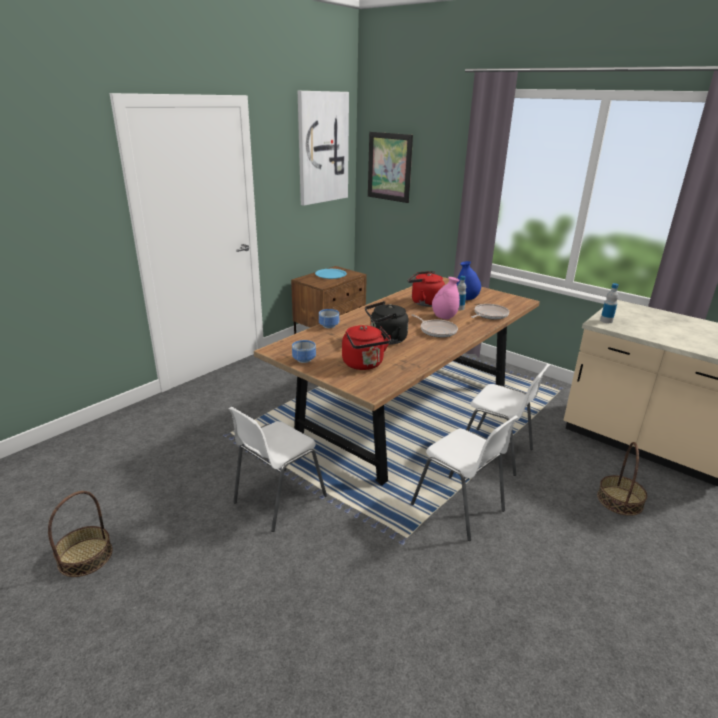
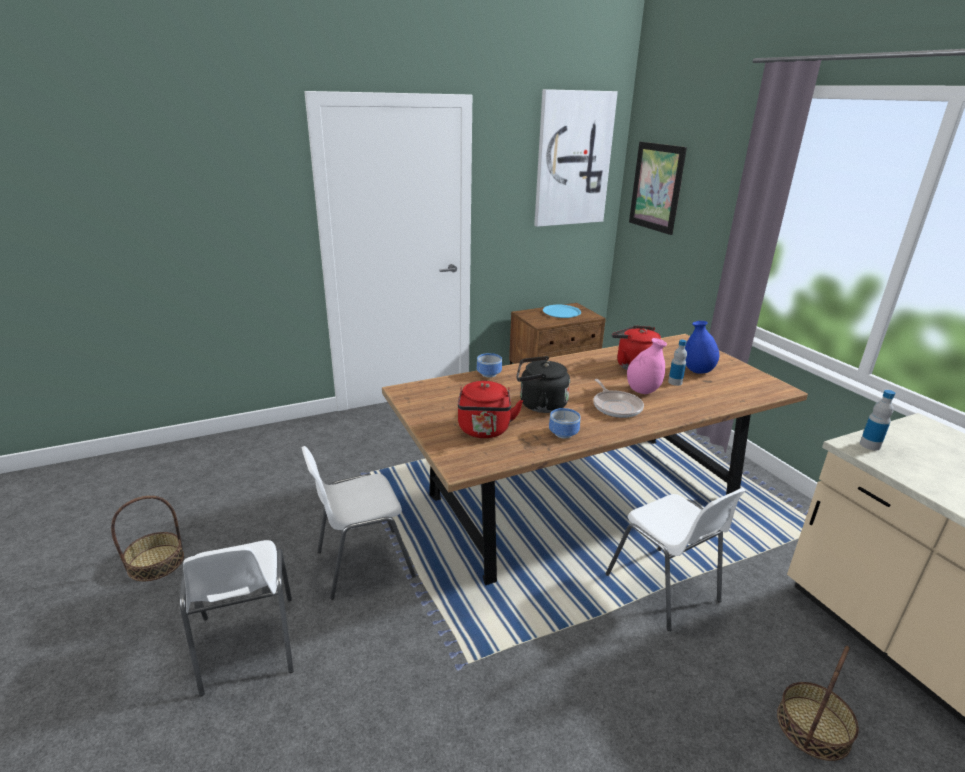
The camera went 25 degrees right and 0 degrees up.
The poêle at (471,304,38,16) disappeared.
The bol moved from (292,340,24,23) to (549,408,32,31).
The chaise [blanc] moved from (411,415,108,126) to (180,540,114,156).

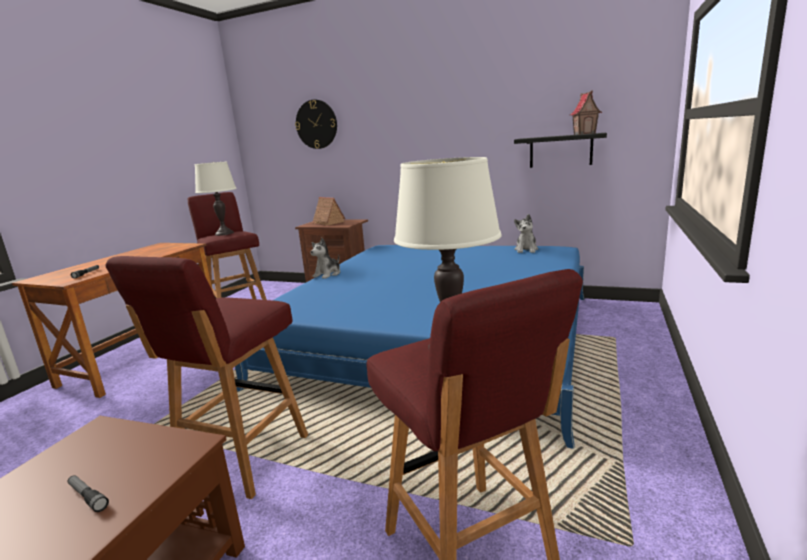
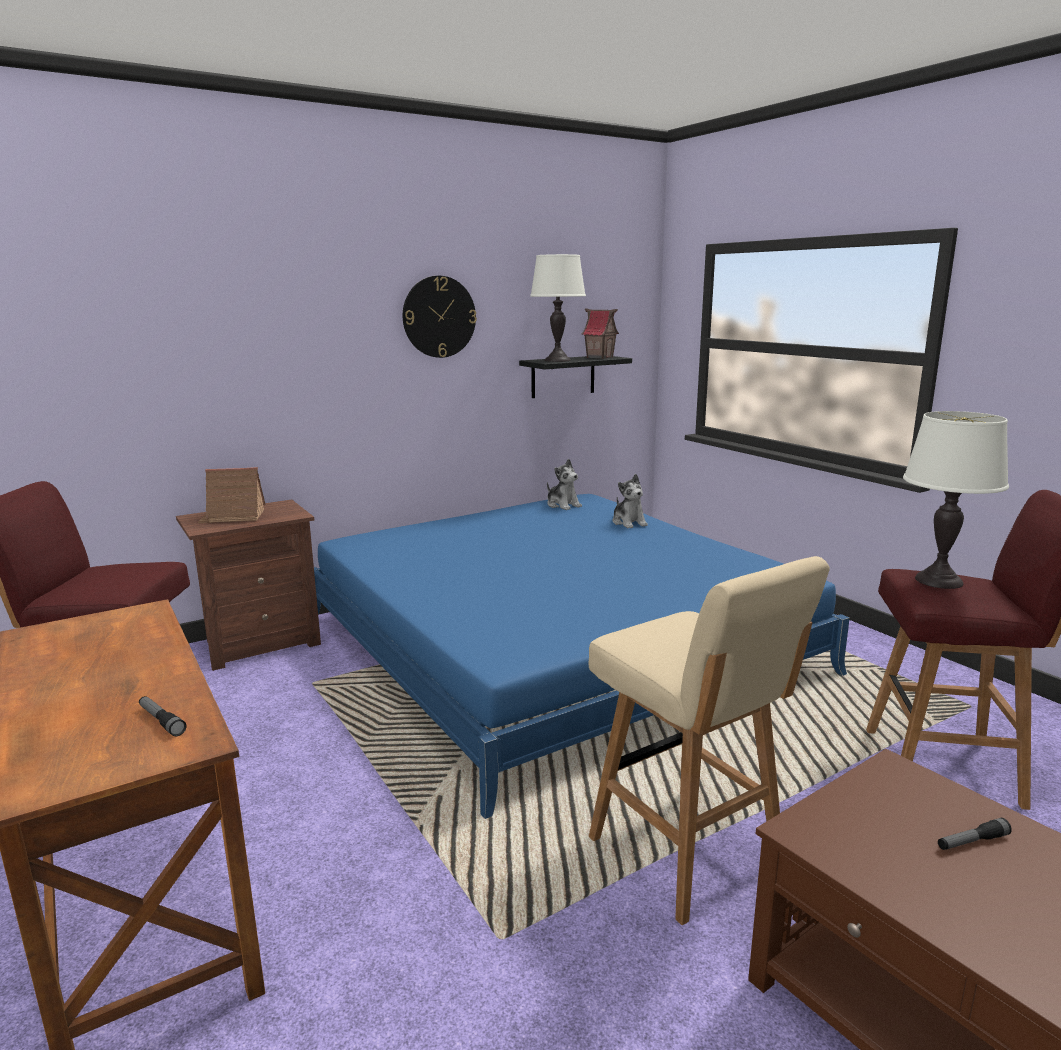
The camera went 55 degrees left and 0 degrees up.
The lampe de table [blanc] moved from (195,162,42,74) to (530,254,56,108).
The horloge murale moved from (295,100,42,49) to (403,276,74,82).
The peluche moved from (310,238,30,41) to (612,474,36,55).
The tabouret [rouge] at (105,256,203,243) became the tabouret [beige] at (589,556,241,369).

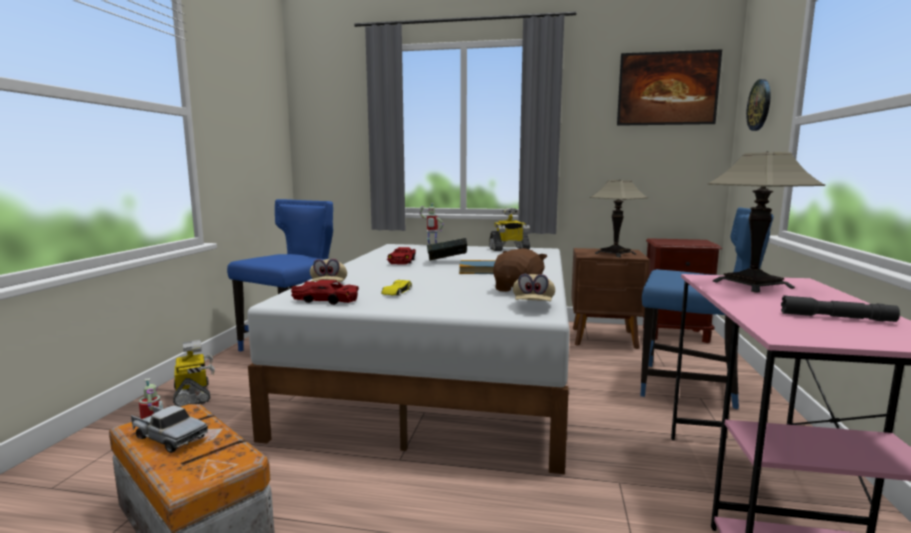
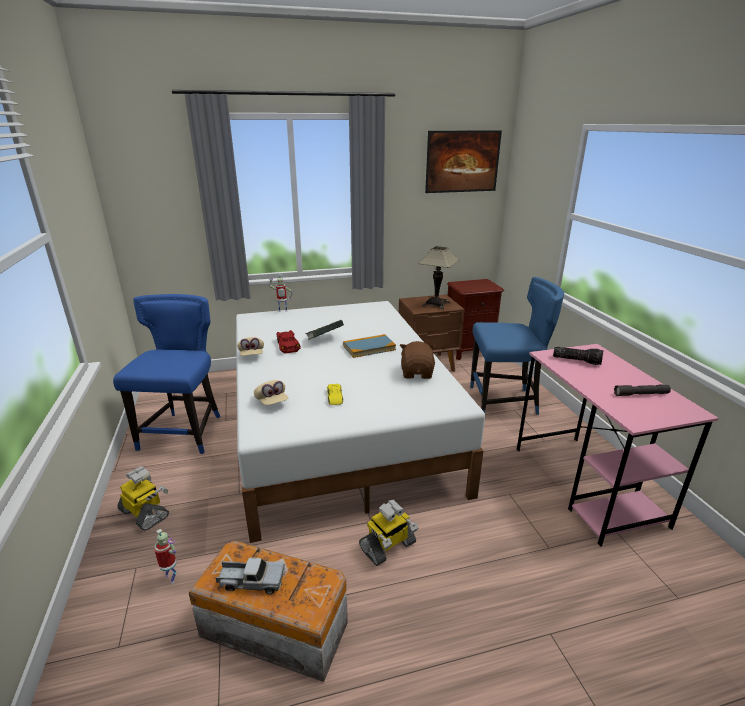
The camera went 25 degrees left and 15 degrees up.
The petite voiture [rouge] at (291,280,68,25) disappeared.
The horloge murale at (746,79,24,52) disappeared.
The robot jouet moved from (489,208,41,43) to (359,500,60,66).
The casquette [beige] moved from (513,274,42,27) to (237,337,27,19).
The lampe de table at (708,151,117,142) was replaced by the lampe de poche at (553,347,51,18).

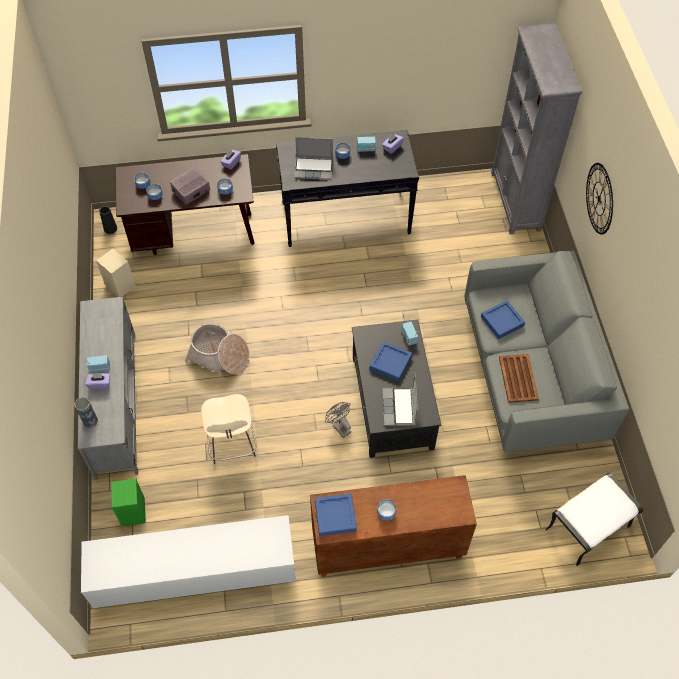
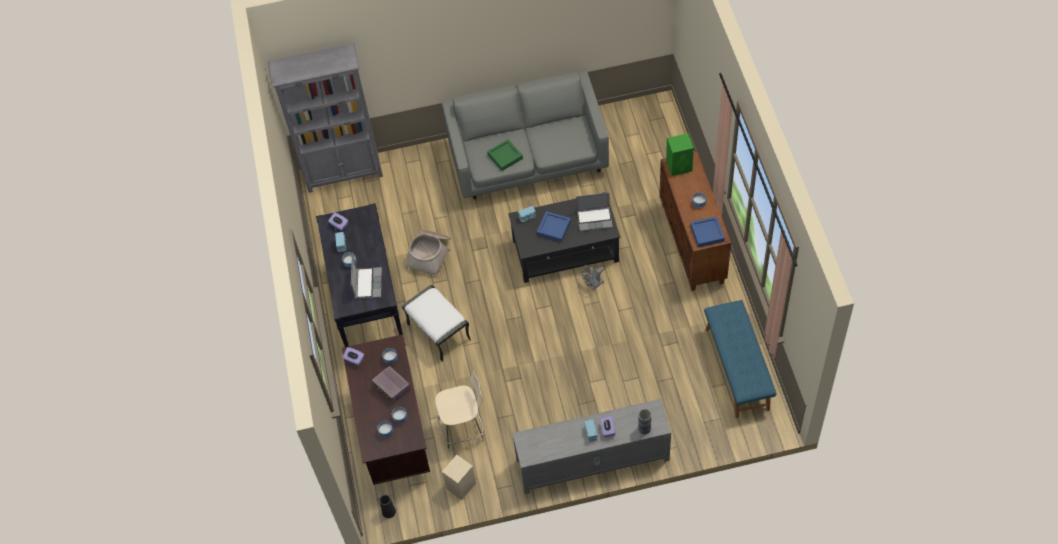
The camera went 90 degrees left and 0 degrees up.
The plateau [marron] at (499,354,40,49) disappeared.
The horloge murale at (586,163,27,72) disappeared.
The enceinte [vert] moved from (111,479,35,47) to (666,133,28,43).
The panier moved from (185,323,64,53) to (405,230,46,48).
The chaise [beige] moved from (201,394,56,73) to (435,371,49,80).
The pouf [blanc] moved from (546,473,97,93) to (402,285,69,77).
The meuble télé [blanc] at (81,515,215,93) was replaced by the banc [bleu] at (704,300,72,118).
The plateau [bleu] at (481,300,44,39) became the plateau [vert] at (487,139,36,32).

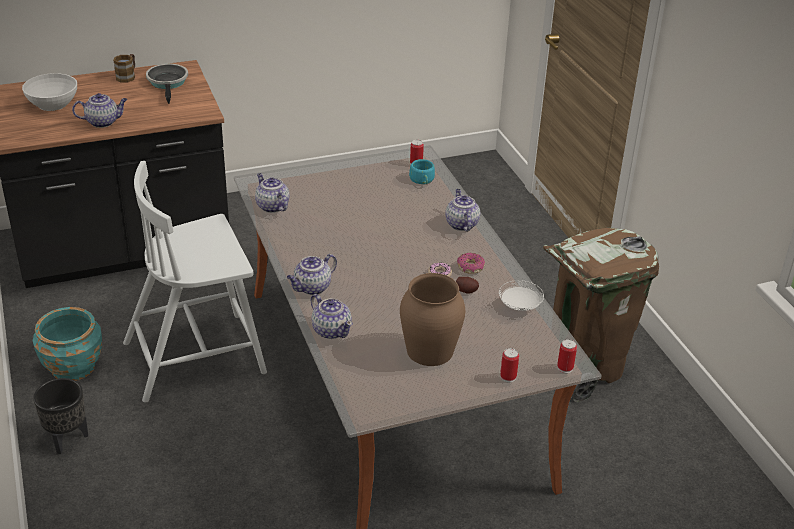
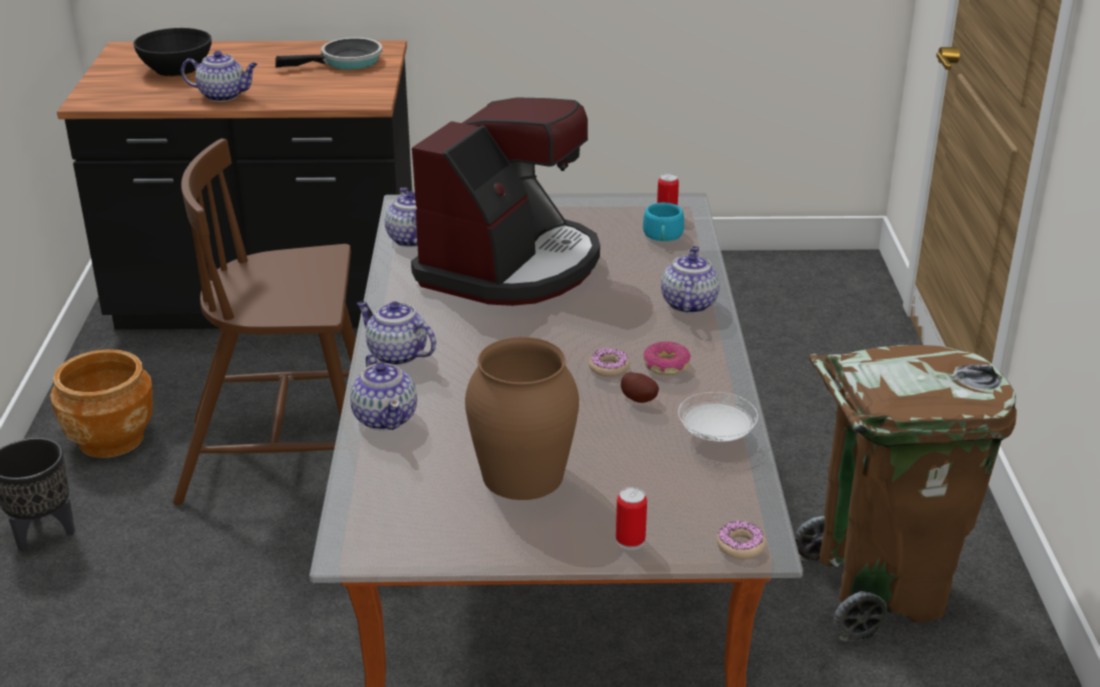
The camera went 20 degrees right and 5 degrees down.
The mug at (113,54,22,29) disappeared.
The machine à café at (411,97,189,209) appeared.
The boîte métallique at (557,339,20,34) was replaced by the beignet at (717,521,49,38).
The bol [blanc] at (22,73,55,38) became the bol [noir] at (133,28,79,48).
The cache-pot [turquoise] at (33,307,69,74) became the cache-pot [marron] at (50,349,103,109).
The chaise [blanc] at (123,161,144,242) became the chaise [marron] at (173,139,183,366).
The poêle at (146,64,42,40) turned 60 degrees clockwise.
The théière at (287,254,50,41) turned 60 degrees clockwise.

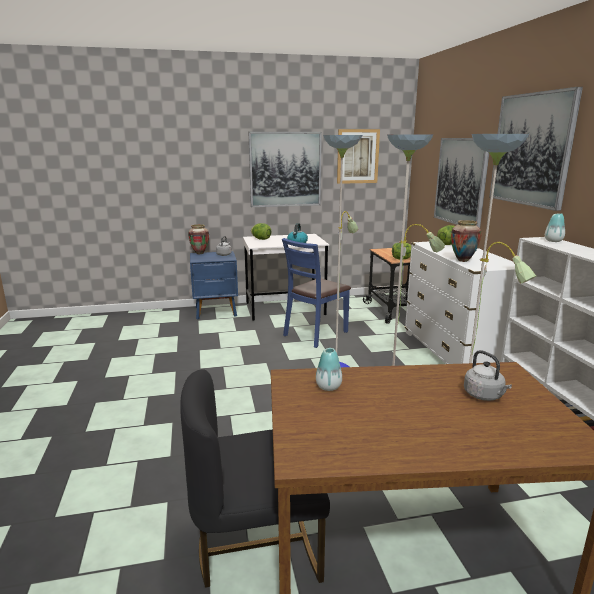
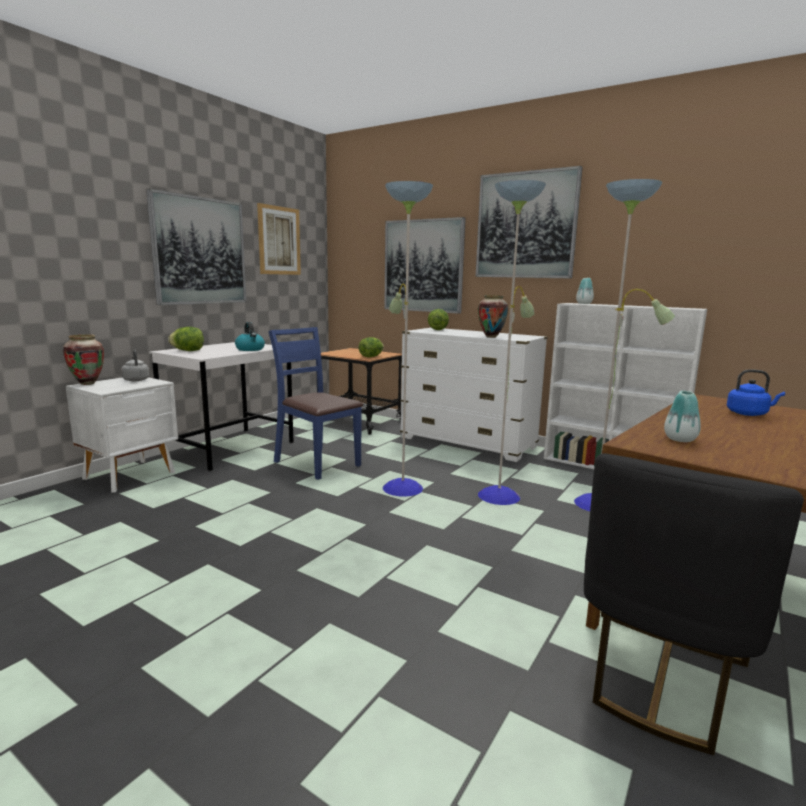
The camera went 45 degrees left and 5 degrees down.
The table de chevet [bleu] at (190,251,48,68) became the table de chevet [blanc] at (66,377,112,116).
The bouilloire [gris] at (464,350,48,51) became the bouilloire [bleu] at (727,369,58,47).
The chaise [bleu] at (282,238,69,110) turned 135 degrees clockwise.

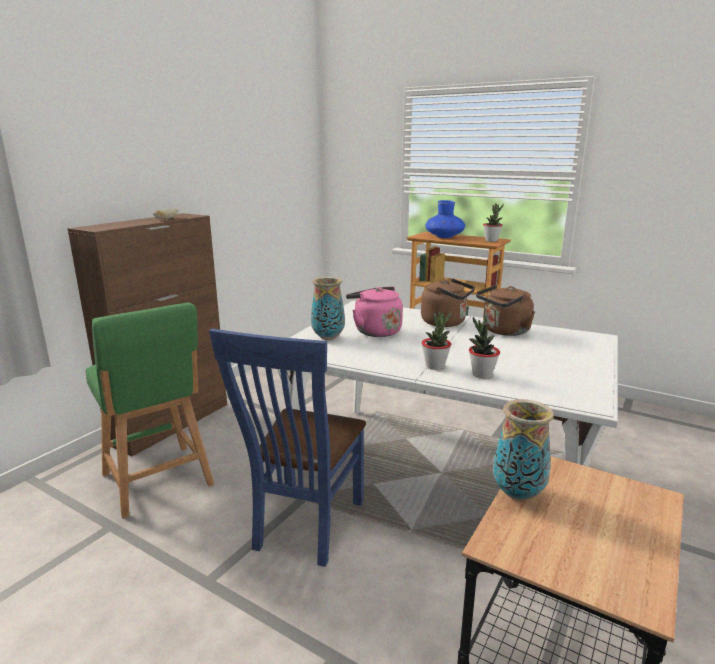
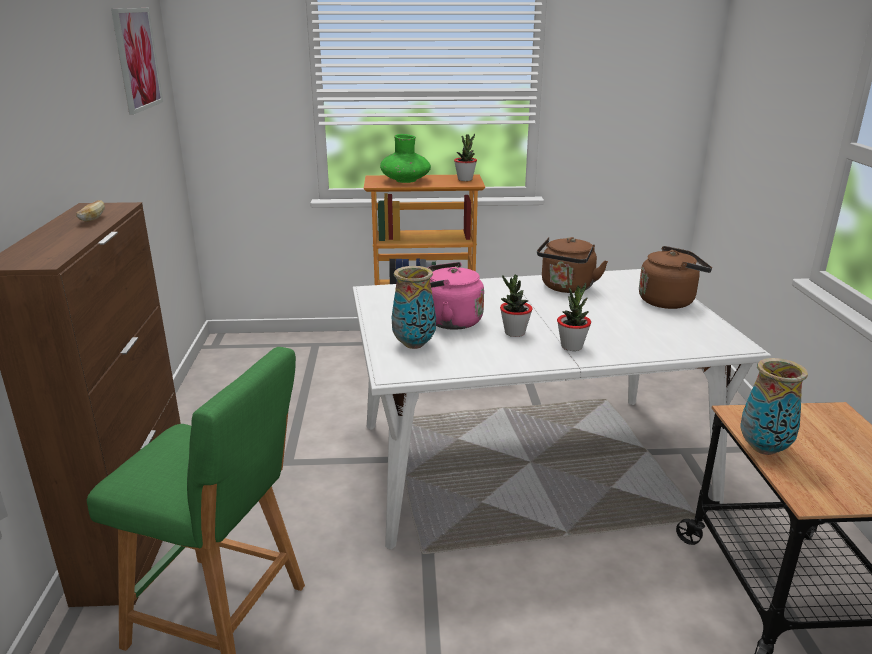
The camera went 35 degrees left and 5 degrees up.
The chaise [bleu] at (209,328,157,239) disappeared.
The tableau at (111,8,52,106) appeared.
The bouilloire [marron] moved from (421,279,54,48) to (639,246,73,63).
The plante en pot moved from (469,317,31,61) to (500,274,33,63).
The vase [bleu] at (425,200,40,38) became the vase [vert] at (380,134,51,49).

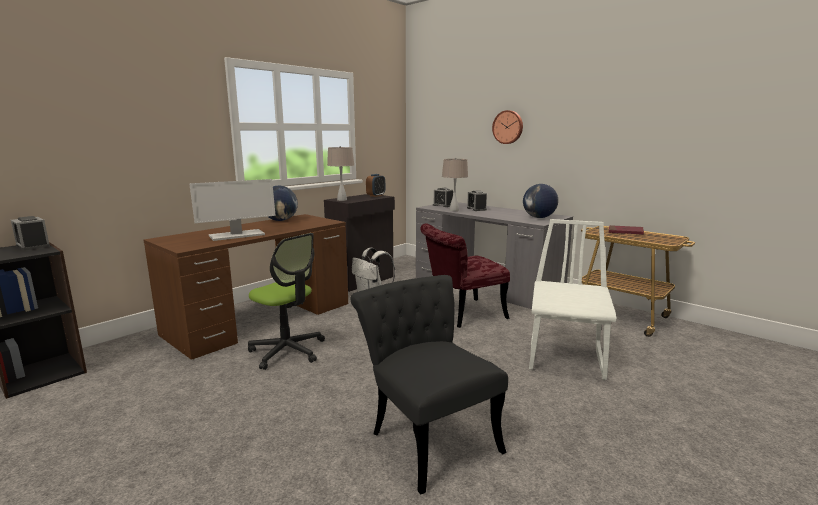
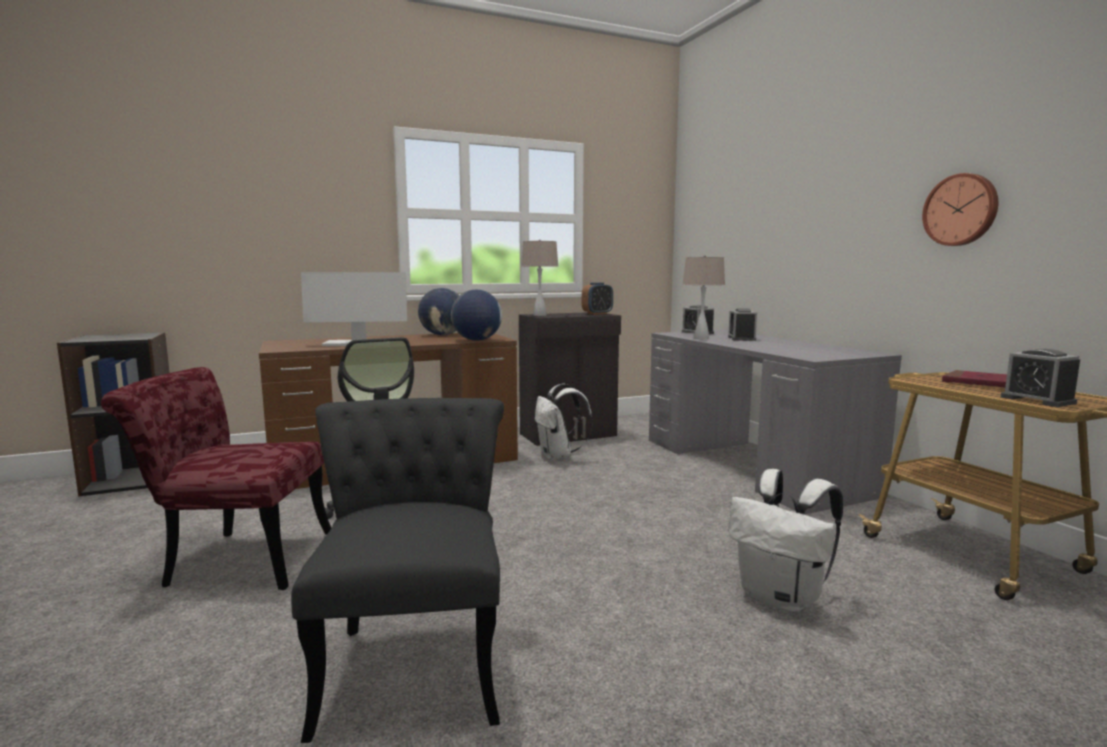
The camera went 25 degrees right and 5 degrees down.
The réveil moved from (11,216,39,35) to (1001,349,79,58).
The chaise [rouge] moved from (420,224,90,104) to (101,367,230,223).
The horloge murale moved from (492,110,31,34) to (922,173,76,73).
The globe moved from (523,184,35,34) to (451,289,51,52).
The chaise [blanc] at (529,219,88,161) was replaced by the sac à dos [blanc] at (728,469,115,144).

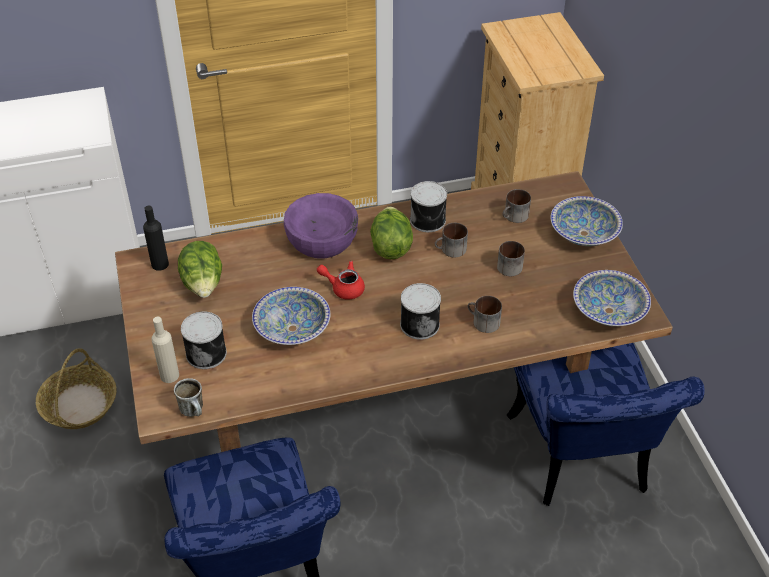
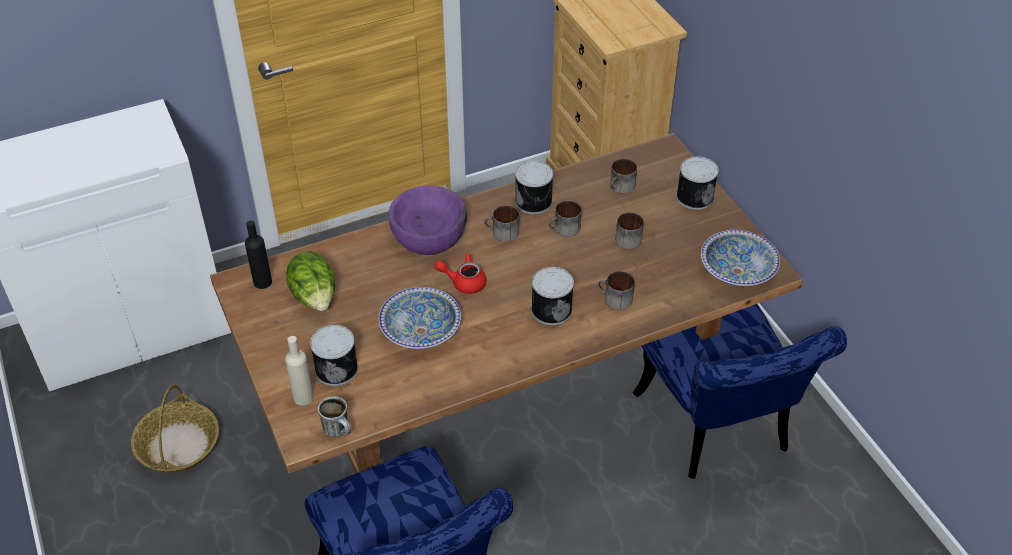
The camera went 10 degrees left and 0 degrees up.
The laitue at (370,206,43,54) was replaced by the mug at (484,205,35,37).
The bol at (550,196,73,50) was replaced by the boîte métallique at (676,156,43,54).

